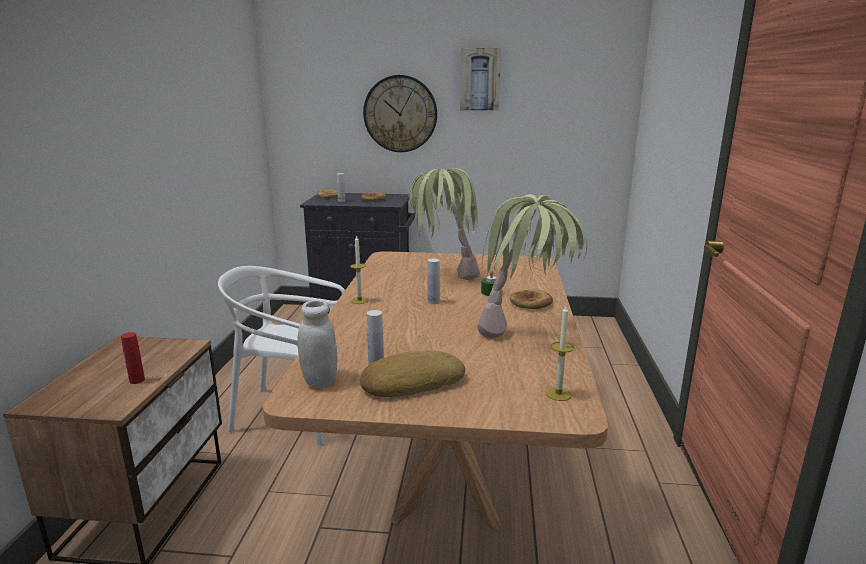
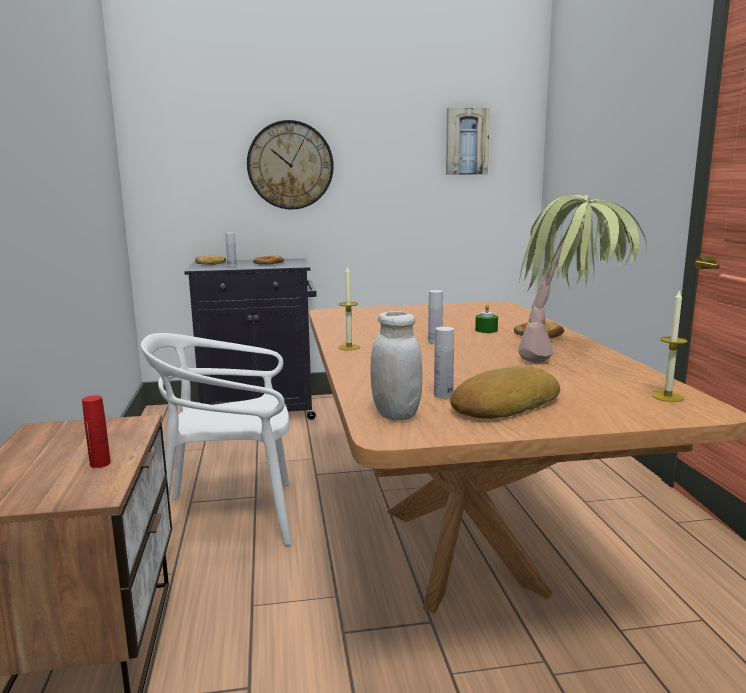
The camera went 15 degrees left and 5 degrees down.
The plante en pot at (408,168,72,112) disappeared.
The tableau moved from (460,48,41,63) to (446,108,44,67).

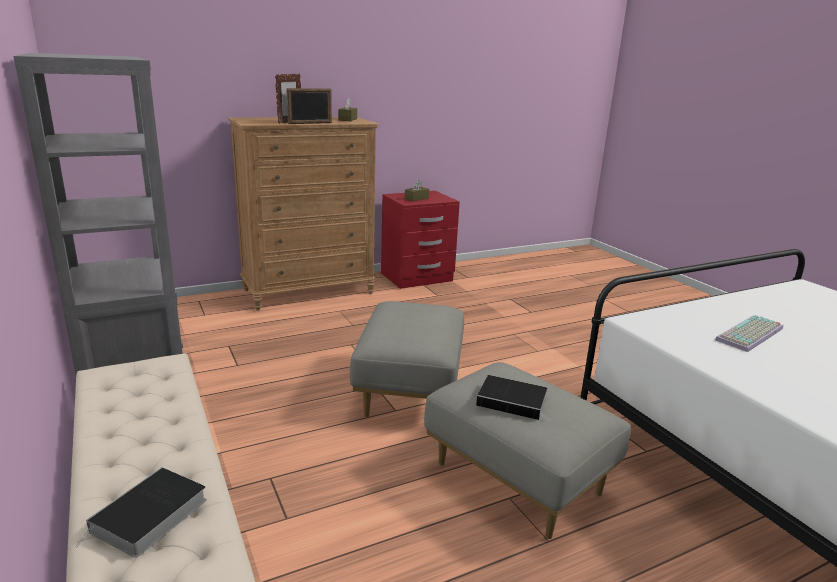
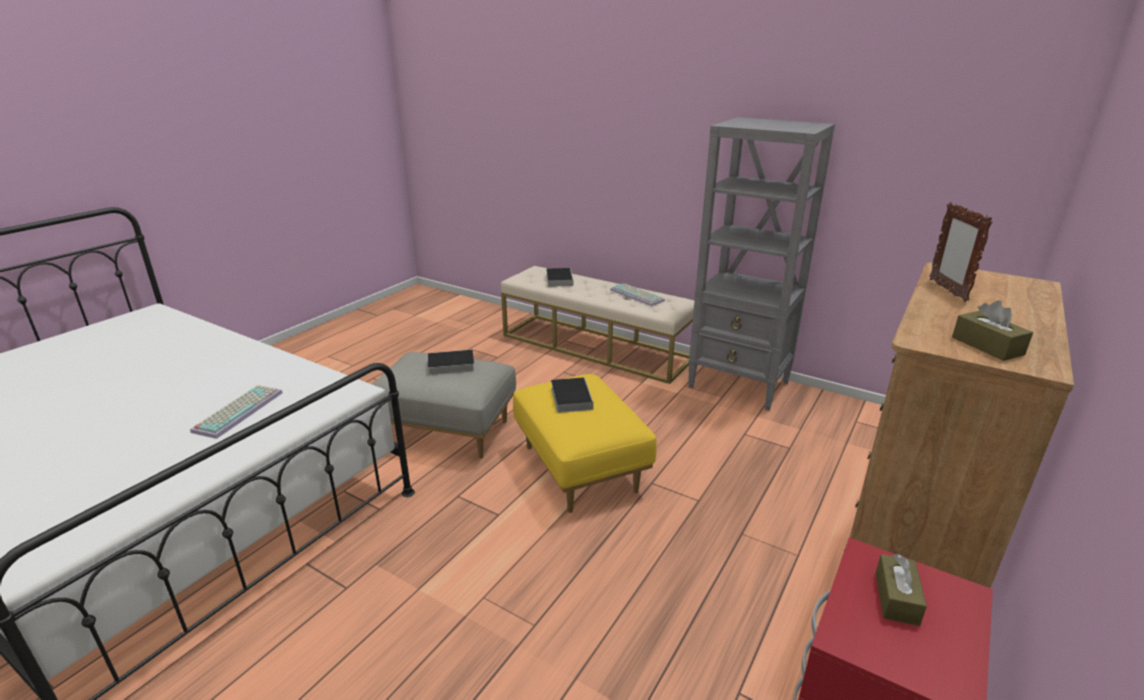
The camera went 150 degrees right and 5 degrees up.
The cadre photo at (287,88,45,36) disappeared.
The livre at (551,377,42,36) appeared.
The clavier at (610,283,55,23) appeared.
The pouf [gris] at (350,301,114,116) became the pouf [jaune] at (513,374,144,139).

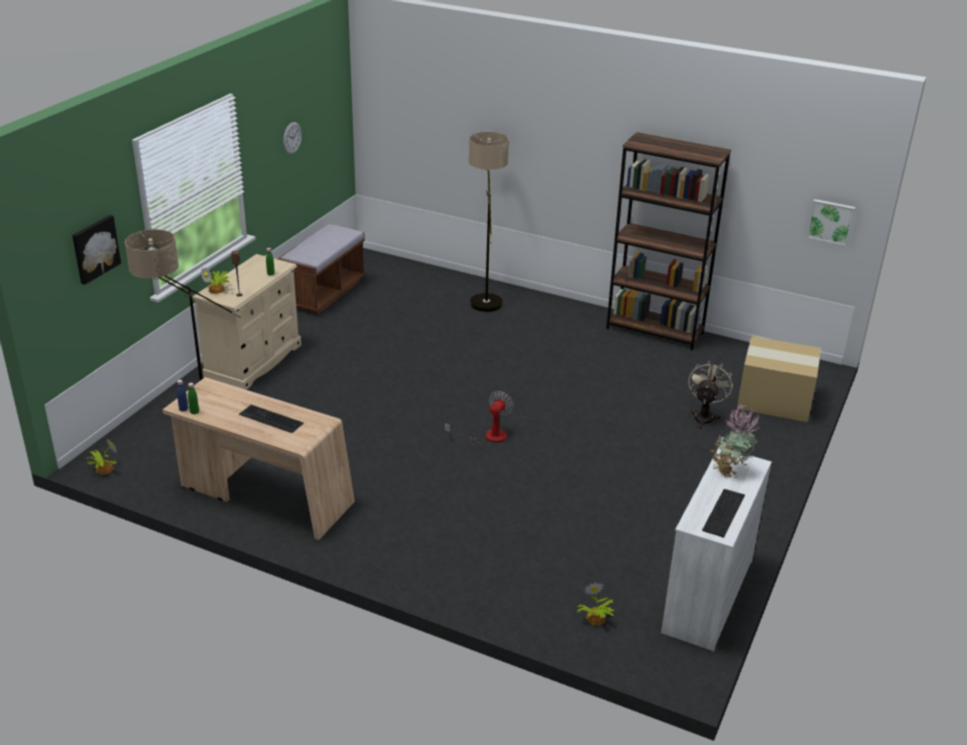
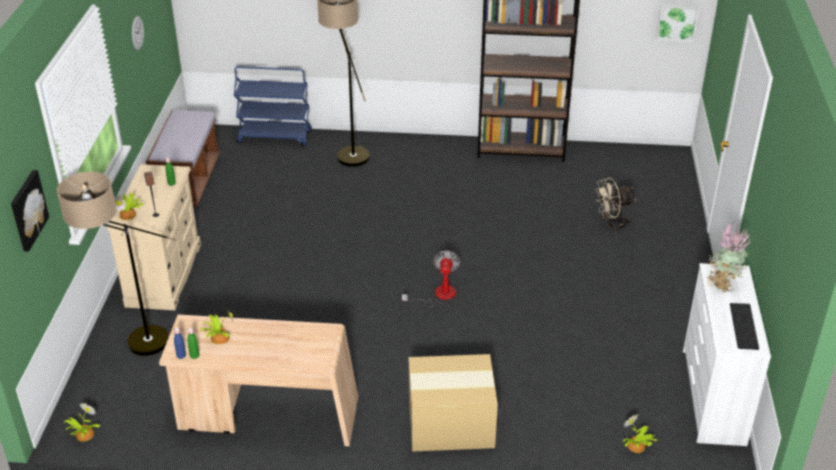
The camera went 20 degrees left and 5 degrees up.
The clavier at (239,405,65,28) disappeared.
The plante en pot at (201,309,32,35) appeared.
The chariot [bleu] at (234,66,77,81) appeared.
The carton moved from (737,336,84,86) to (409,354,89,98).
The ventilateur [beige] at (688,360,45,69) turned 105 degrees counterclockwise.

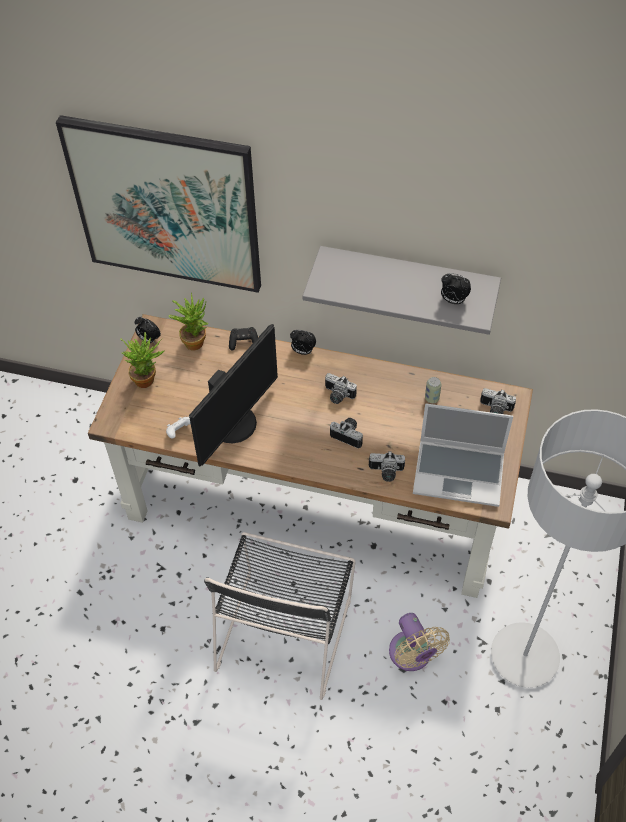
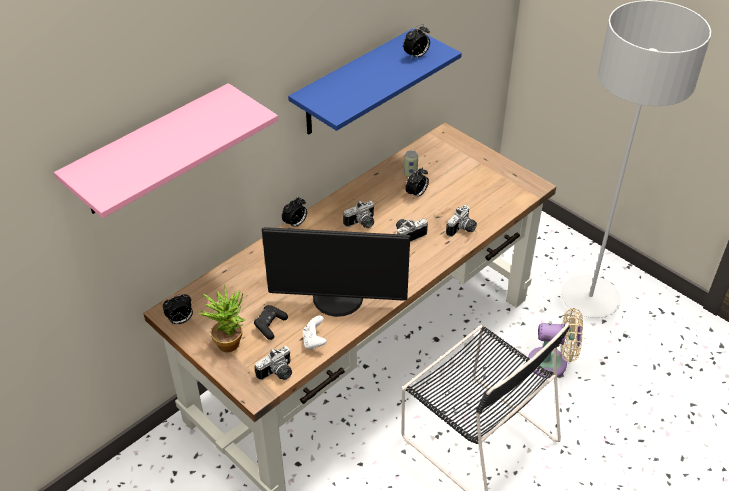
The camera went 60 degrees left and 10 degrees down.
The plante en pot at (169,293,39,57) disappeared.
The ordinateur portable at (413,403,100,104) disappeared.
The réveil at (405,167,24,31) appeared.
The manette [noir] moved from (229,327,29,24) to (254,305,34,35).
The appareil photo moved from (480,388,36,26) to (255,346,37,34).
The tableau at (56,115,205,178) was replaced by the étagère [rose] at (54,83,224,135).
The étagère [gris] at (303,246,198,89) became the étagère [bleu] at (288,28,174,107).
The écran d'ordinateur at (189,324,89,142) turned 120 degrees clockwise.

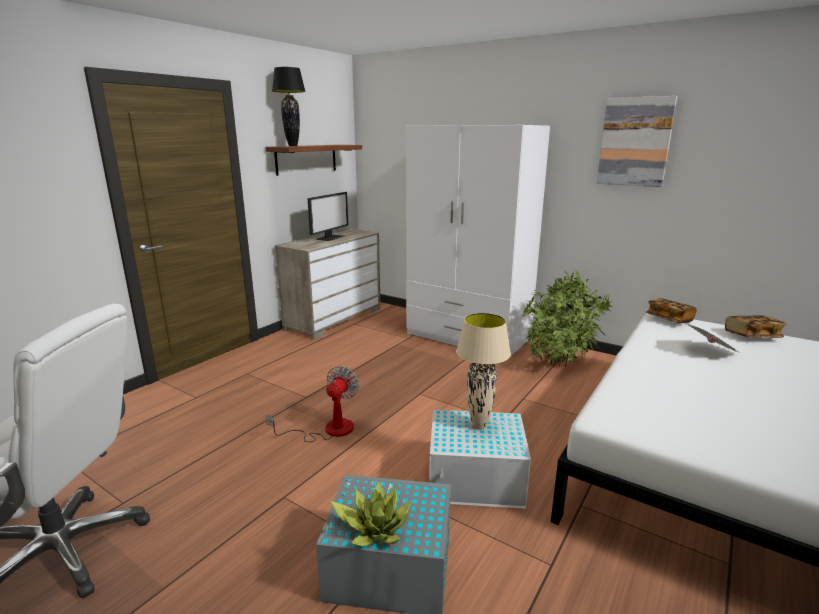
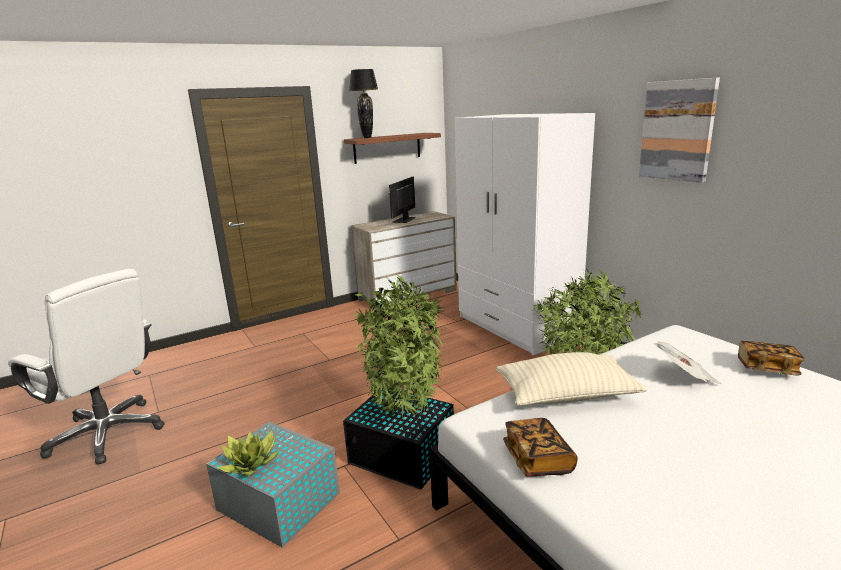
The camera went 25 degrees right and 0 degrees up.
The ventilateur at (266,366,93,76) disappeared.
The coussin [beige] at (496,352,151,54) appeared.
The livre moved from (646,298,51,25) to (503,418,75,59).
The lampe de table [beige] at (456,313,55,117) was replaced by the plante en pot at (353,275,92,144).
The boîte de rangement [blanc] at (429,410,102,99) became the boîte de rangement [noir] at (343,386,111,104).
The écran d'ordinateur at (307,192,41,49) turned 150 degrees clockwise.

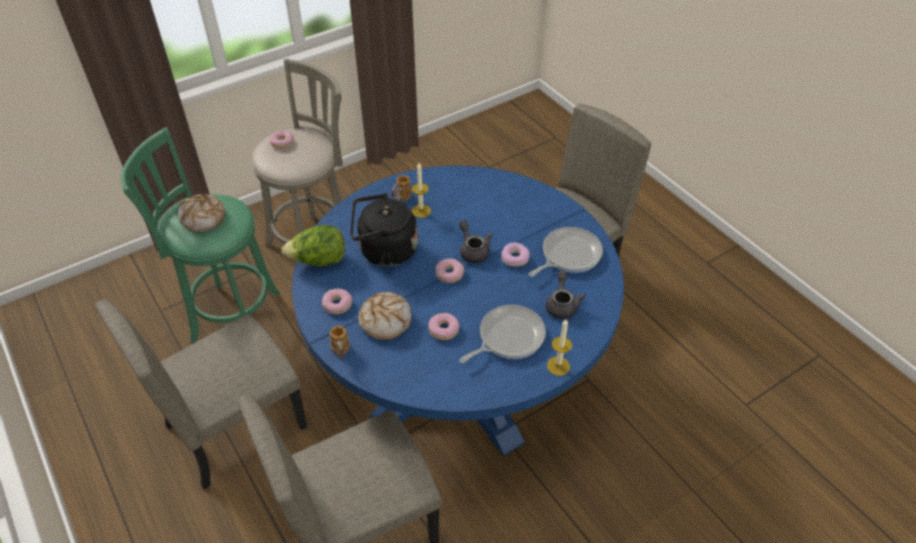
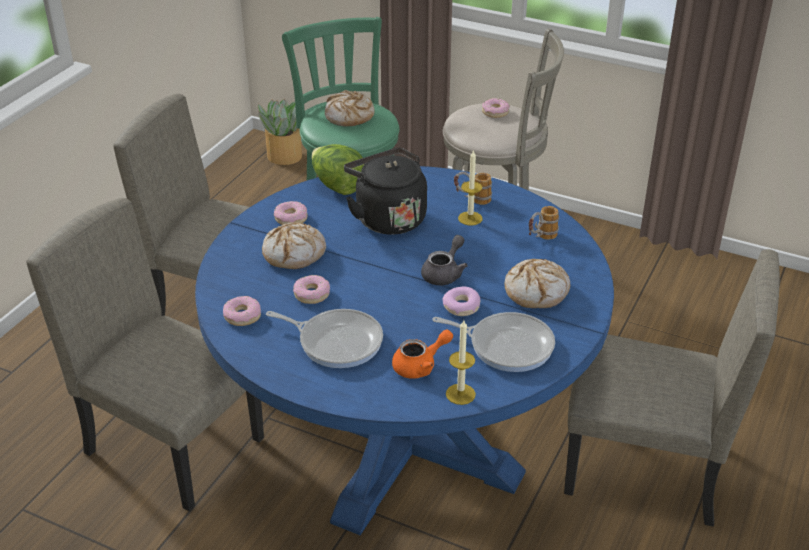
The camera went 60 degrees right and 10 degrees down.
The plante en pot at (258,99,44,66) appeared.
The pain at (504,259,66,49) appeared.
The mug moved from (329,326,21,35) to (529,206,30,34).
The beignet moved from (435,258,29,25) to (223,296,38,30).
The bougie moved from (547,319,25,57) to (446,320,30,85).
The théière [gris] at (546,271,40,48) became the théière [orange] at (392,330,61,49).

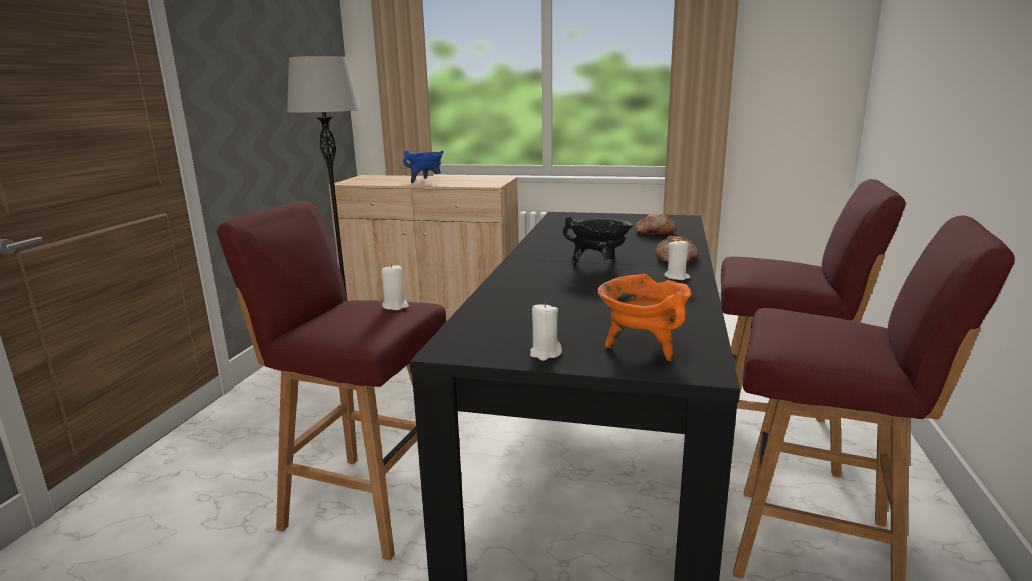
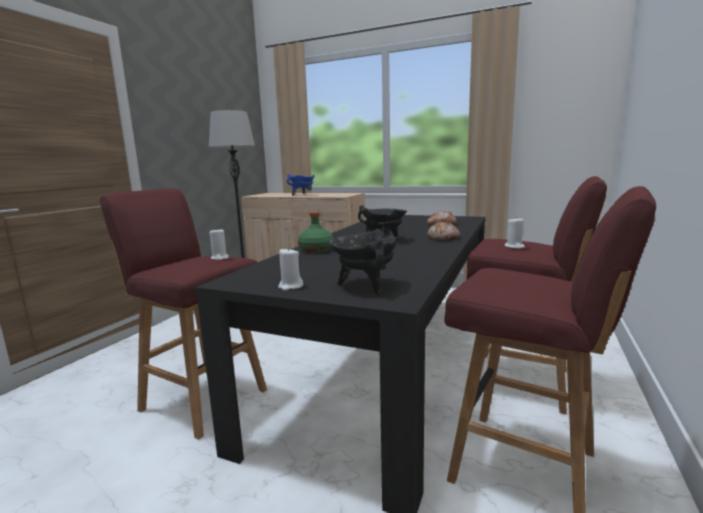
The camera went 10 degrees right and 5 degrees down.
The bouteille [vert] at (298,211,36,42) appeared.
The bougie [blanc] moved from (664,239,26,41) to (505,217,20,32).
The marmite [orange] at (597,274,94,87) became the marmite [noir] at (329,231,70,64).

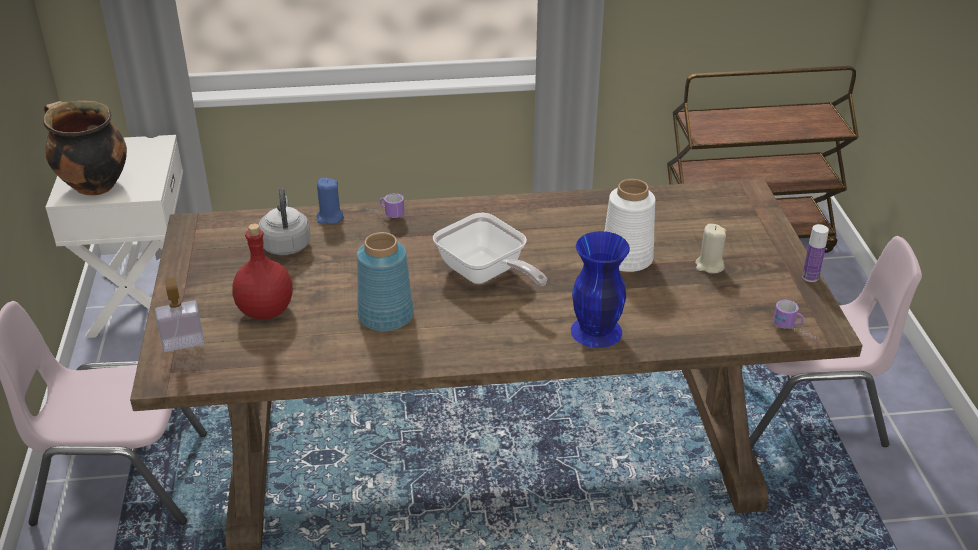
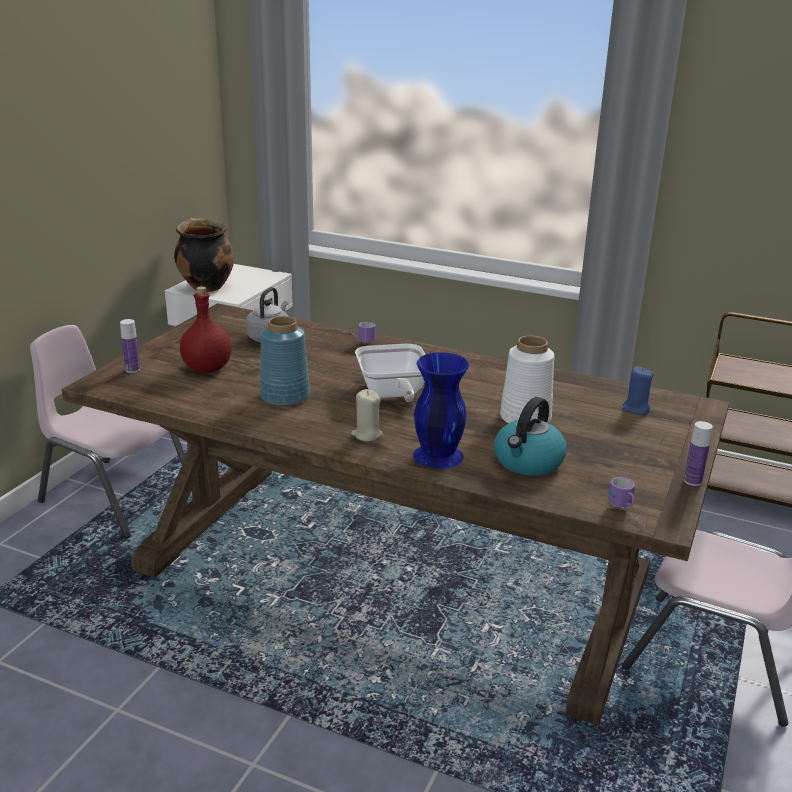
The camera went 30 degrees right and 10 degrees down.
The bouilloire at (494,397,73,79) appeared.
The bougie [bleu] moved from (317,178,27,46) to (622,366,31,49).
The bougie [beige] moved from (695,224,31,49) to (351,389,32,52).
The distributeur de savon at (155,277,49,75) was replaced by the bouteille at (120,319,20,54).

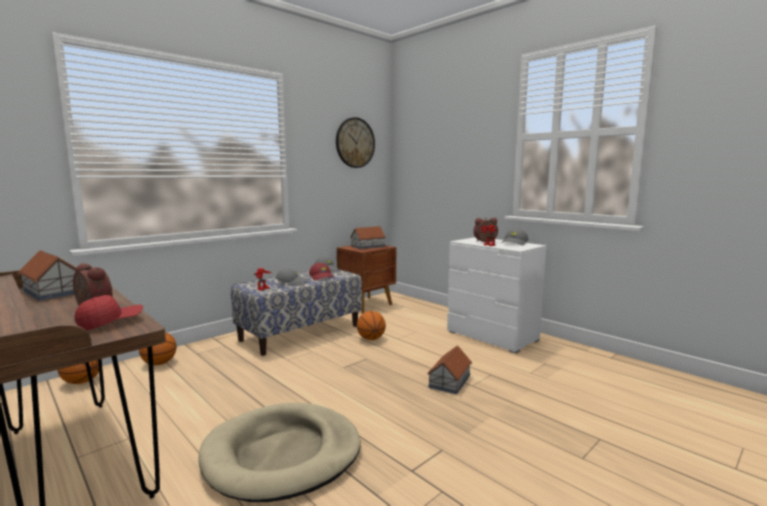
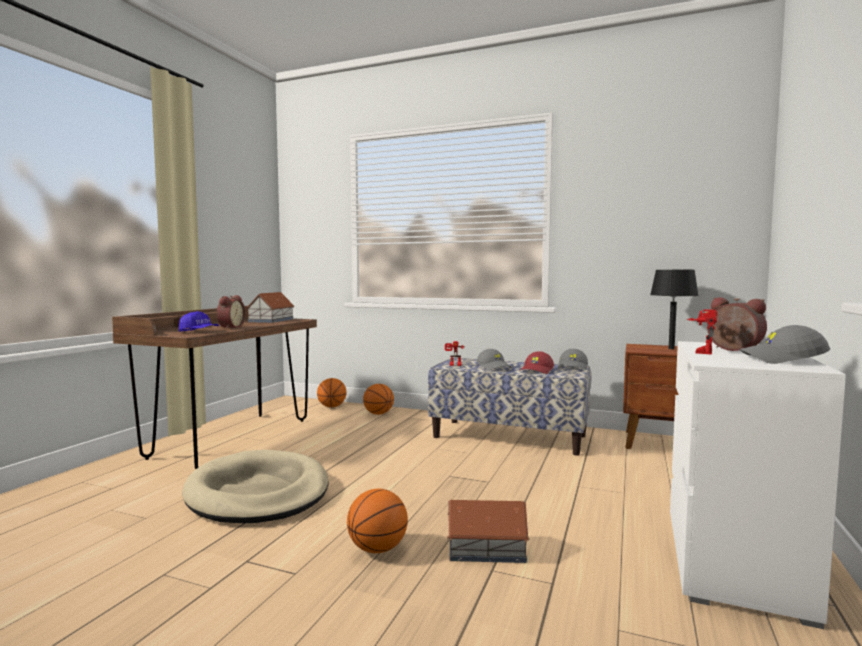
The camera went 65 degrees right and 5 degrees down.
The horloge murale at (336,117,39,51) disappeared.
The ballon de basket moved from (357,311,29,29) to (347,489,61,64).
The maison miniature at (350,226,36,23) was replaced by the lampe de table [noir] at (650,270,49,79).
The casquette [rouge] at (75,295,68,36) became the casquette [bleu] at (179,311,40,21).

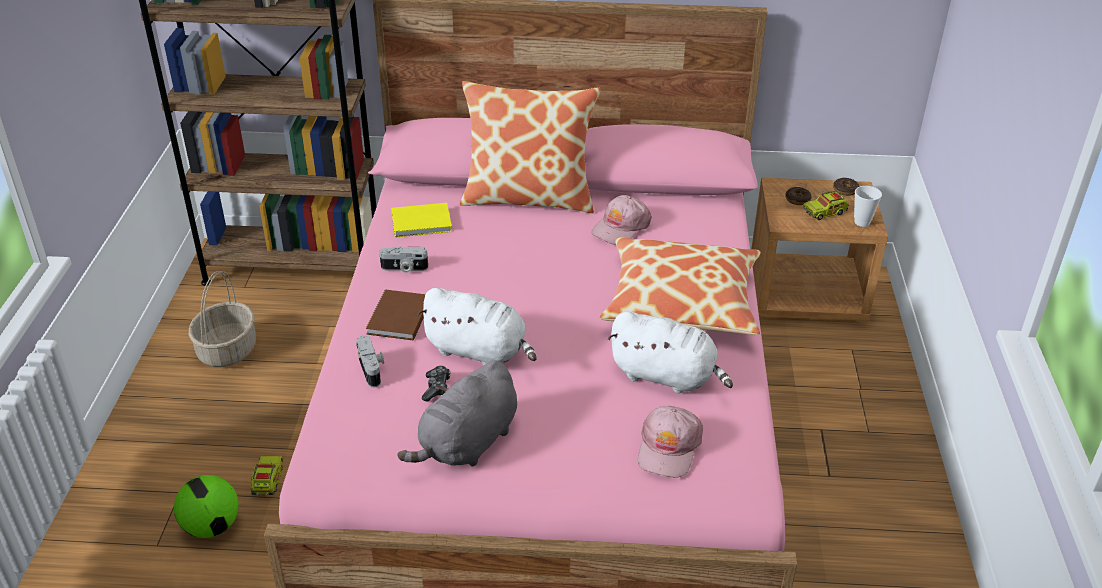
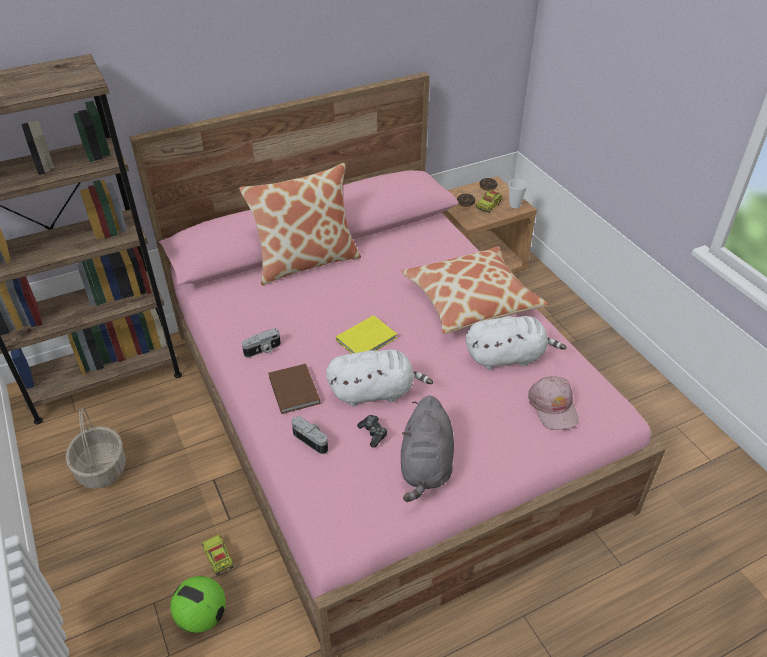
The camera went 30 degrees left and 5 degrees up.
The casquette [rose] at (591,195,61,50) disappeared.
The livre [jaune] moved from (391,203,61,35) to (336,315,61,39).

